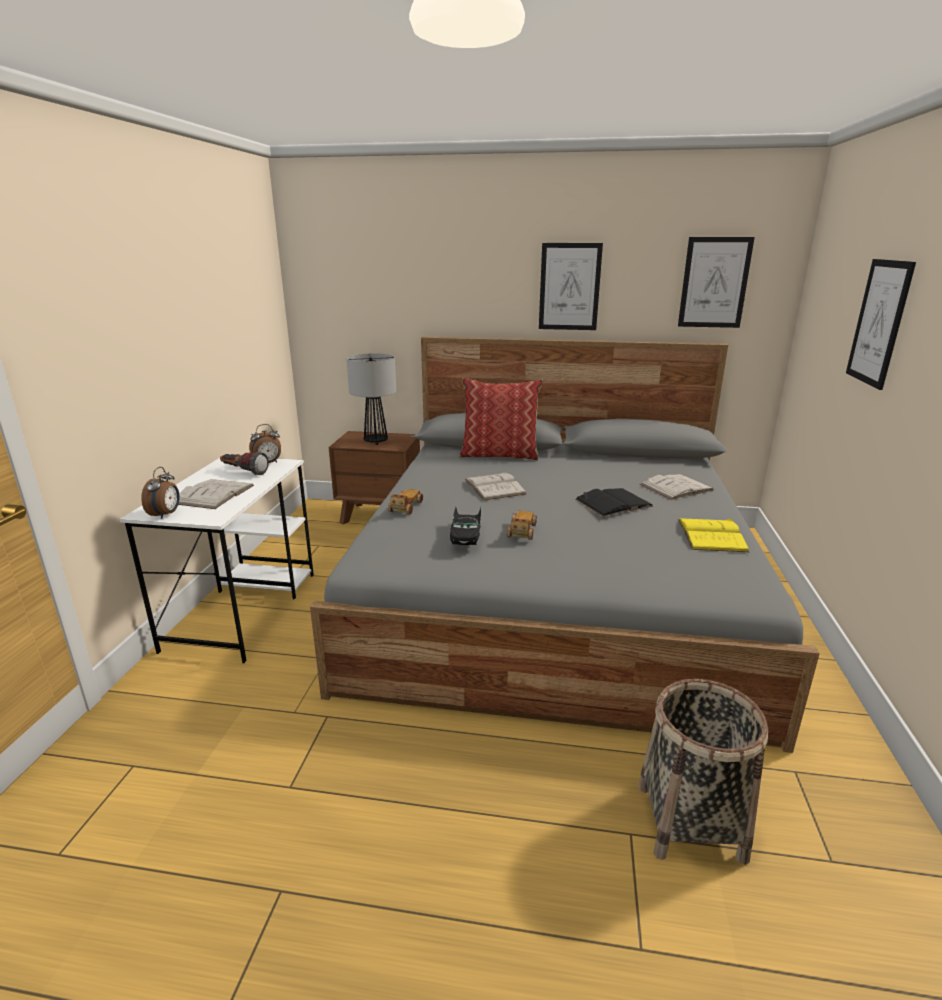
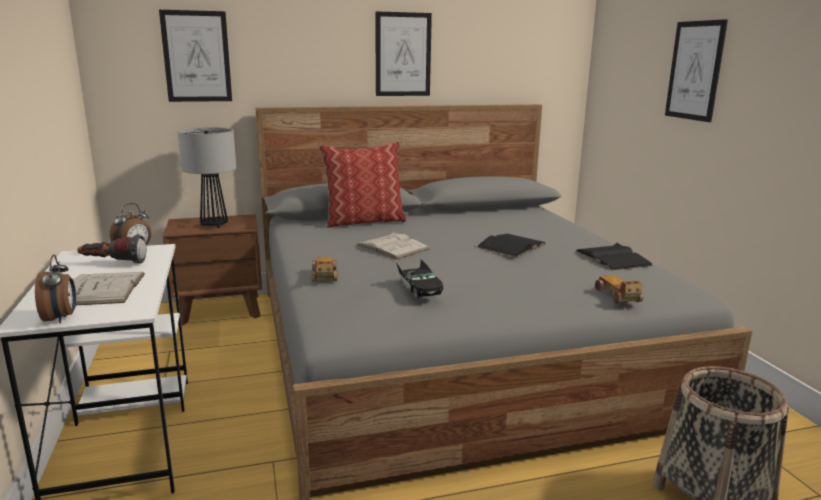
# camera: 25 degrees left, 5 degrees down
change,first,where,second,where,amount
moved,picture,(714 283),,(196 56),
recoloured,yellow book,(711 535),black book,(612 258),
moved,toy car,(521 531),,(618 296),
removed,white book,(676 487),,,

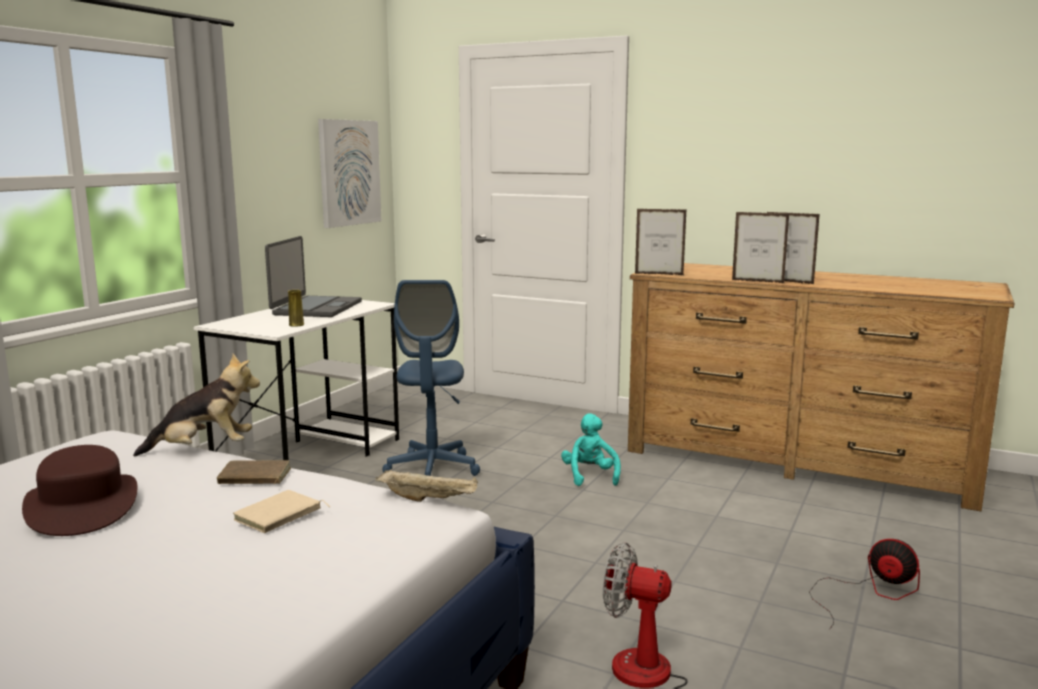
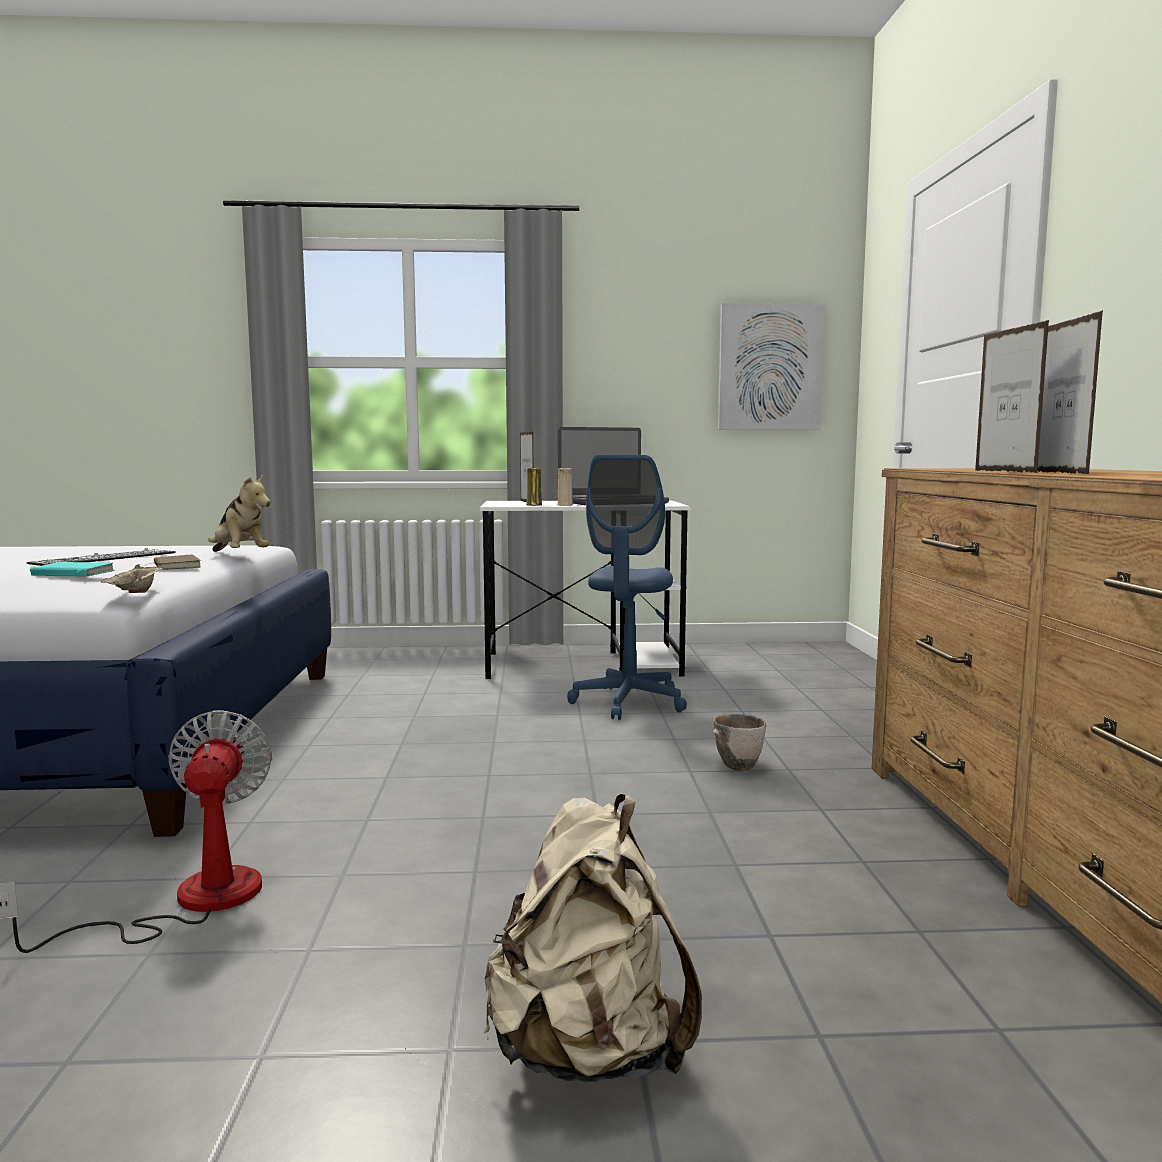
# camera: 60 degrees right, 5 degrees down
change,first,where,second,where,amount
replaced,brown hat,(83 506),keyboard,(105 558),
recoloured,beige book,(279 516),turquoise book,(71 574),
replaced,fan,(868 593),beige backpack,(589 1051),
moved,picture frame,(659 274),,(527 502),
added,,,beige vase,(565 505),
turned,blue office chair,(432 470),,(629 702),45 degrees counterclockwise
replaced,turquoise plush toy,(590 476),bowl,(740 766),

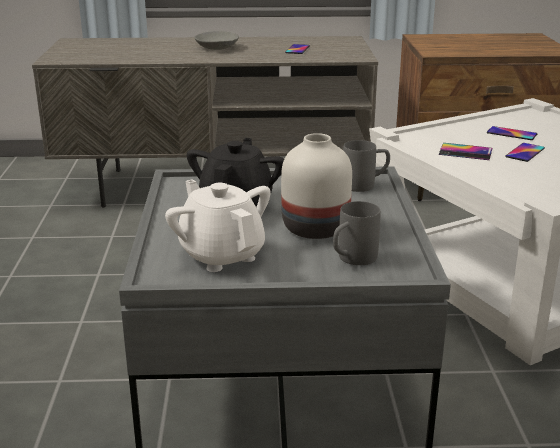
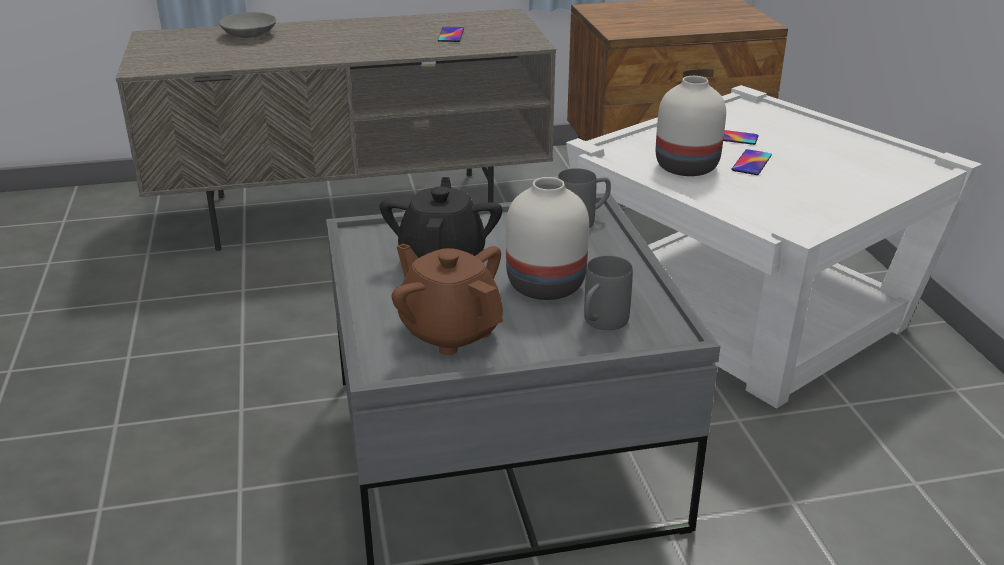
# camera: 10 degrees left, 5 degrees up
change,first,where,second,where,amount
moved,grey bowl,(217 48),,(249 35),
recoloured,white teapot,(221 255),brown teapot,(450 331),
replaced,phone,(465 152),white vase,(685 166),

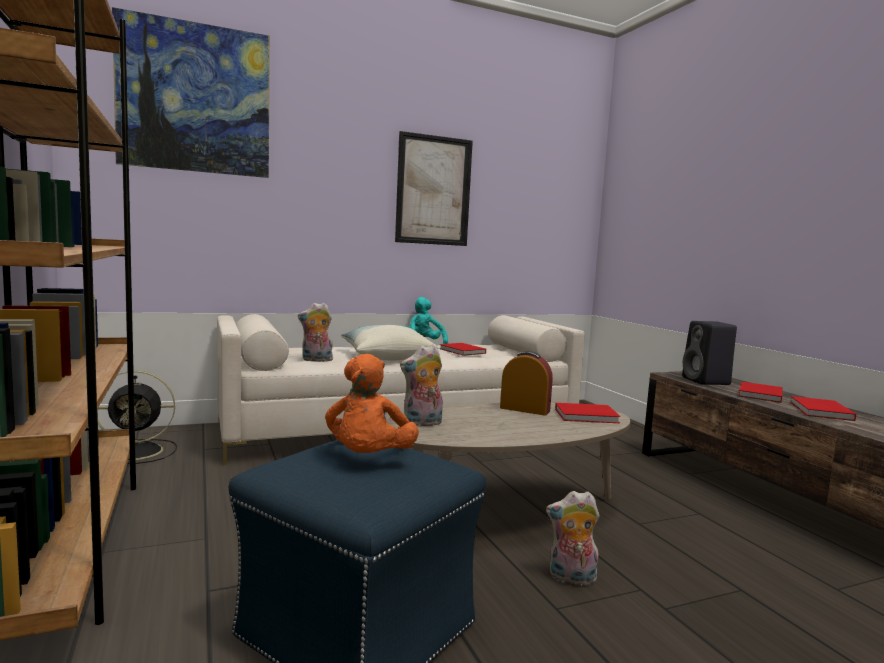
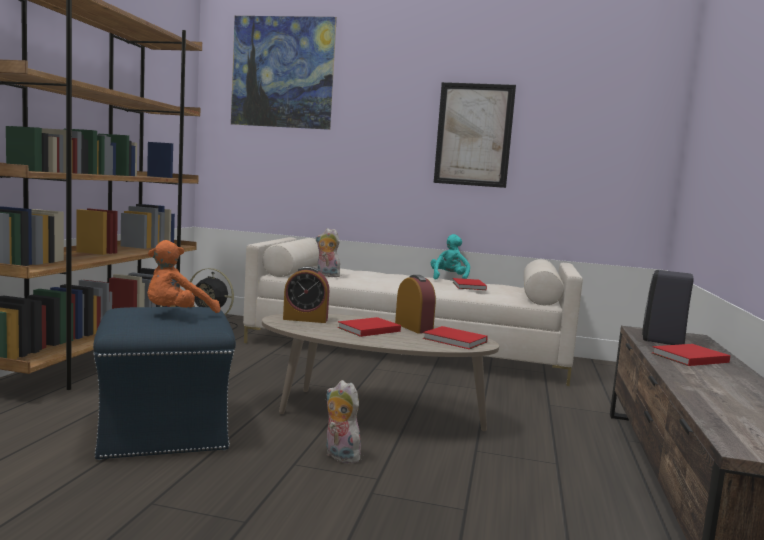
# camera: 35 degrees right, 0 degrees up
change,first,where,second,where,amount
replaced,plush toy,(422 423),alarm clock,(305 319),
moved,red book,(820 411),,(367 329),
removed,pillow,(386 357),,,

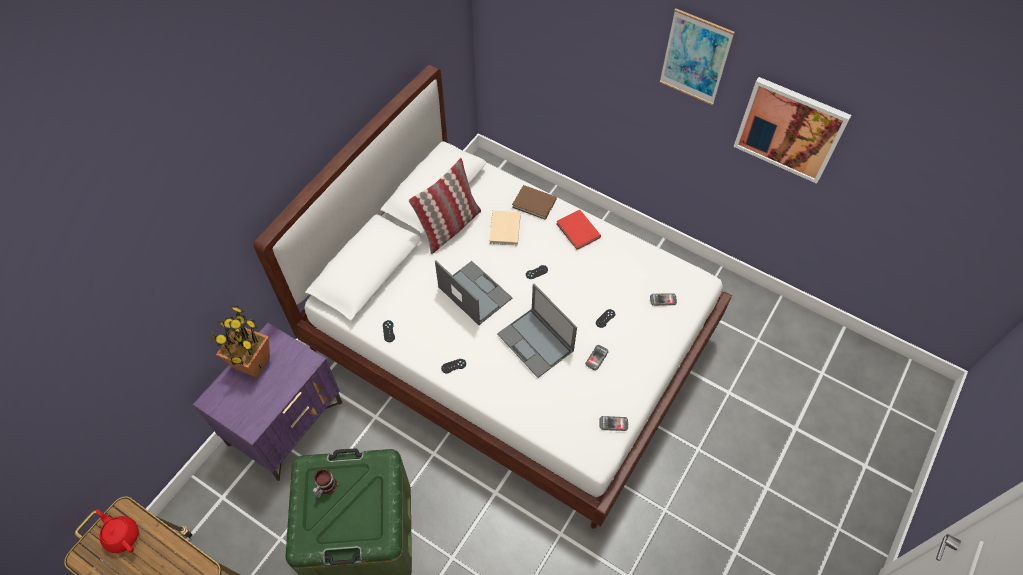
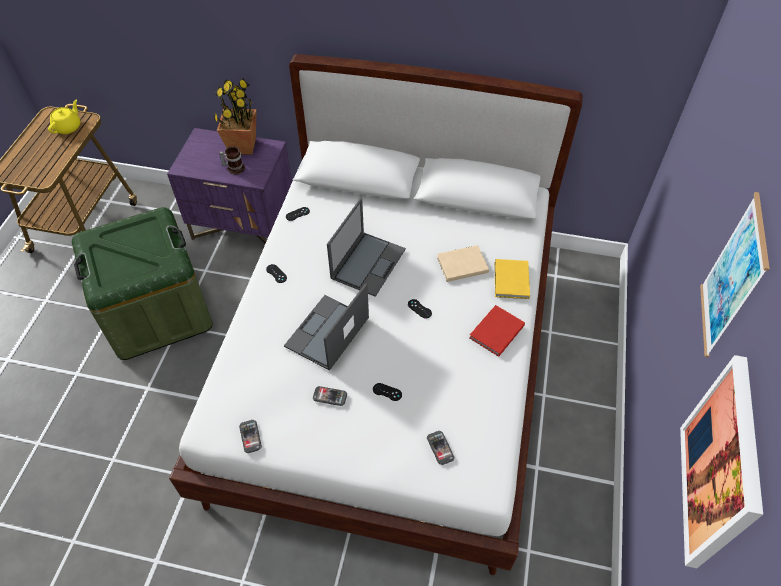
# camera: 70 degrees right, 5 degrees down
change,first,where,second,where,amount
recoloured,red teapot,(122 535),yellow teapot,(68 127),
moved,mug,(325 487),,(234 167),
recoloured,brown book,(535 204),yellow book,(510 281),
removed,pillow,(449 227),,,

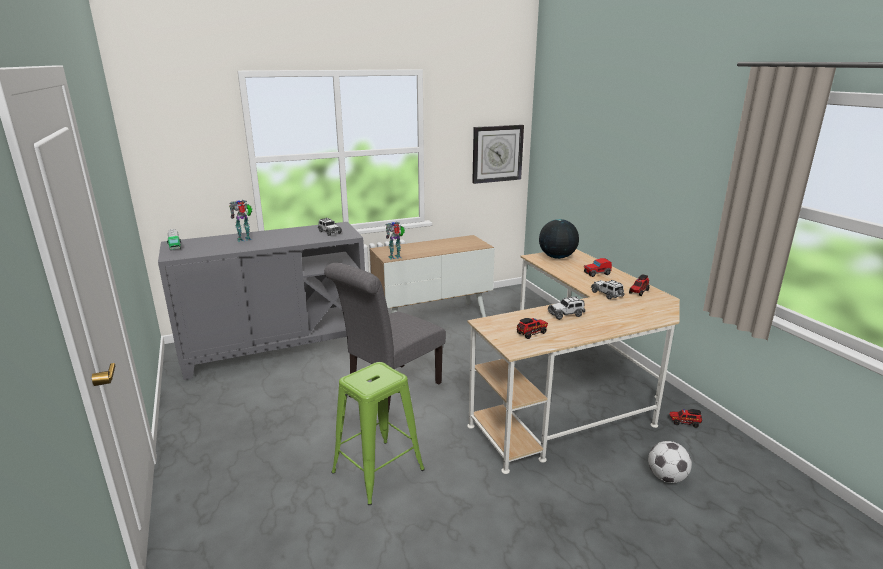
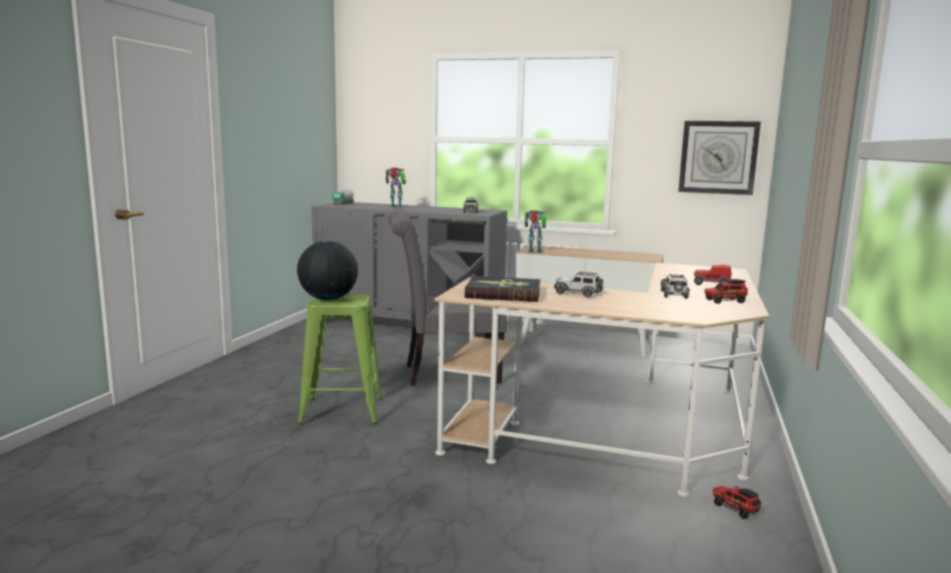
# camera: 40 degrees right, 10 degrees down
change,first,where,second,where,amount
moved,globe,(557 257),,(328 299),
replaced,toy truck,(532 333),book,(503 293),
removed,football,(666 477),,,

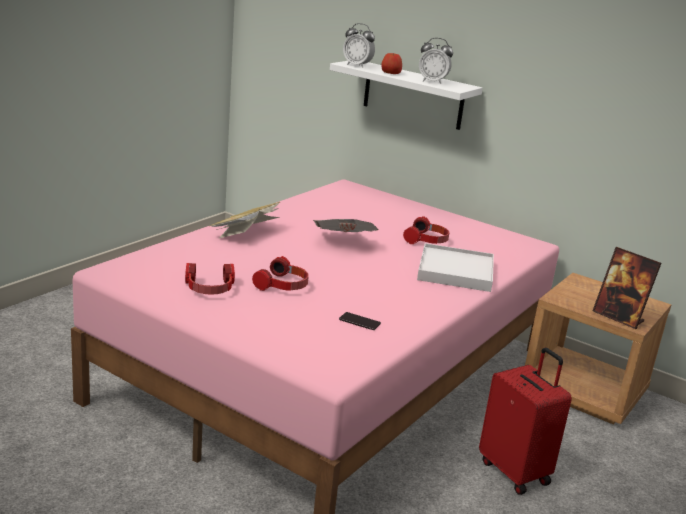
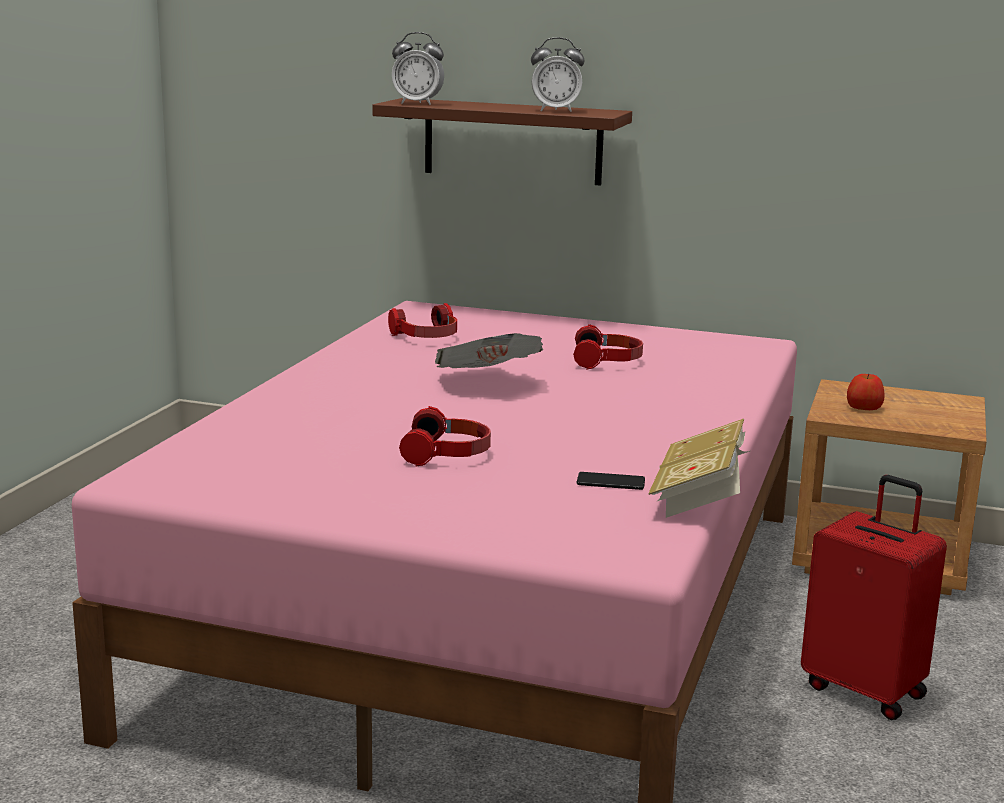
# camera: 15 degrees left, 5 degrees down
change,first,where,second,where,amount
recoloured,white shelf,(413 95),brown shelf,(512 141),
moved,headphones,(209 289),,(427 337),
moved,book,(246 234),,(700 498),
moved,apple,(390 73),,(863 408),
removed,white tray,(455 271),,,
removed,picture frame,(618 317),,,

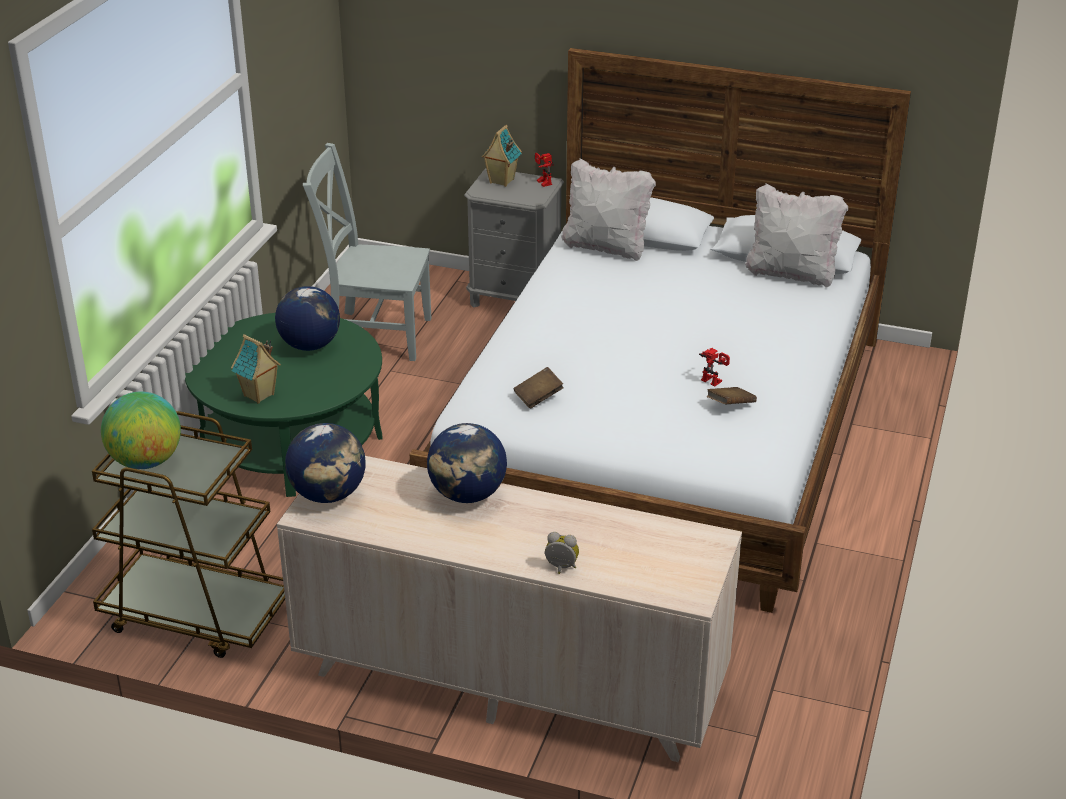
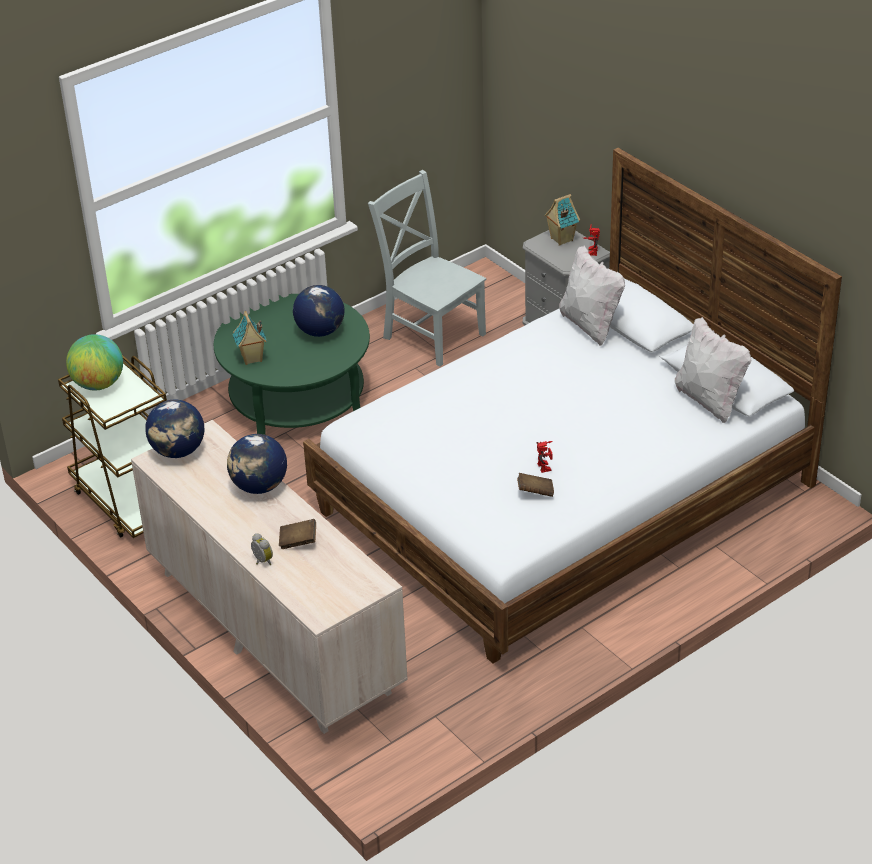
# camera: 35 degrees right, 5 degrees up
change,first,where,second,where,amount
moved,brown book,(538 397),,(298 541),

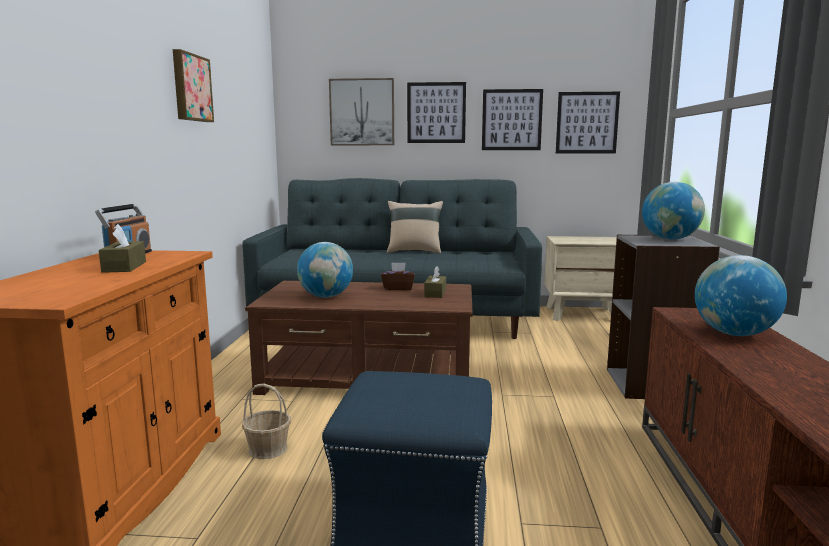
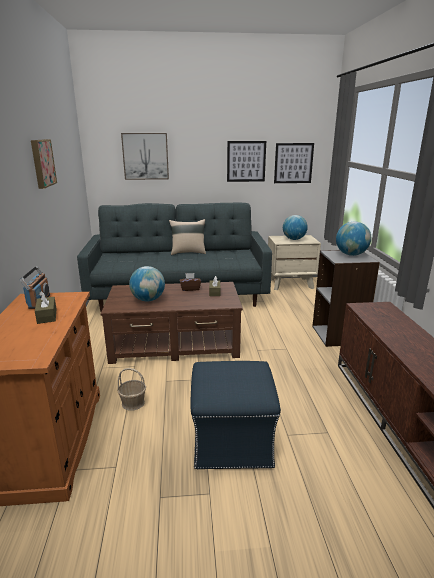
# camera: 10 degrees left, 10 degrees up
change,first,where,second,where,amount
moved,globe,(734 334),,(294 239),
removed,picture,(436 113),,,

